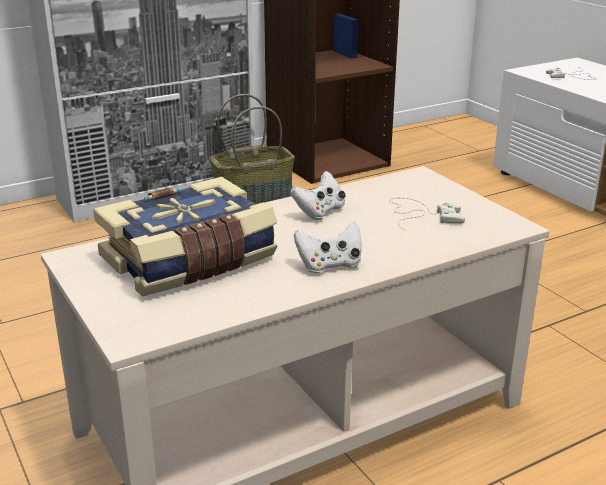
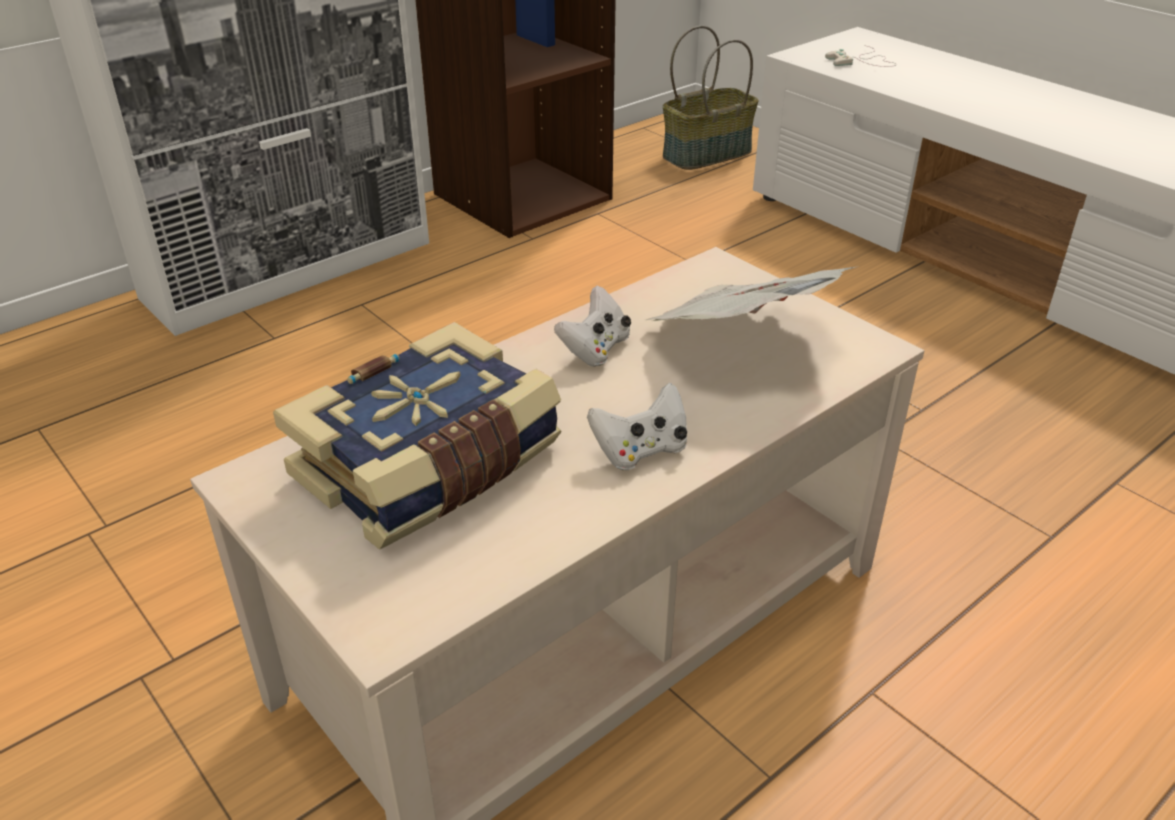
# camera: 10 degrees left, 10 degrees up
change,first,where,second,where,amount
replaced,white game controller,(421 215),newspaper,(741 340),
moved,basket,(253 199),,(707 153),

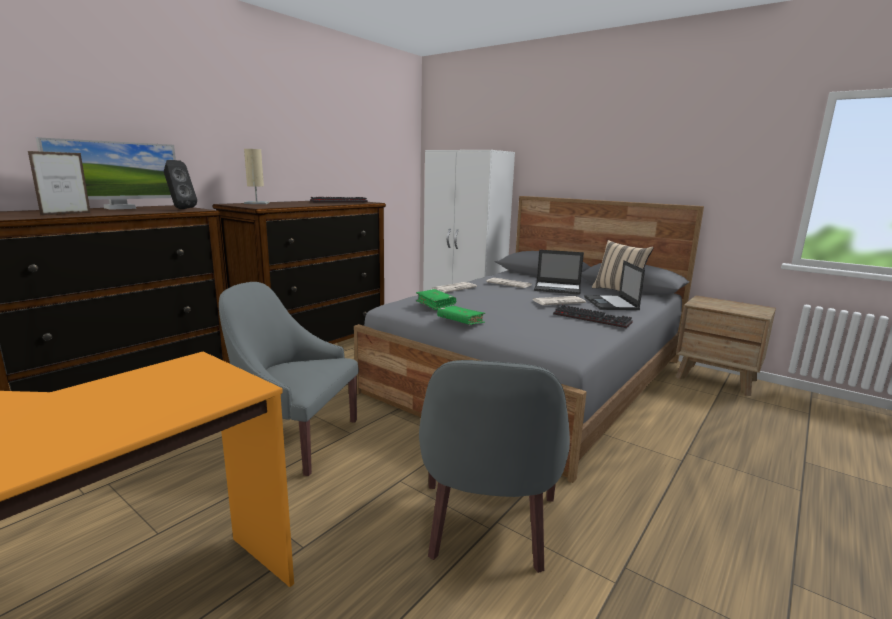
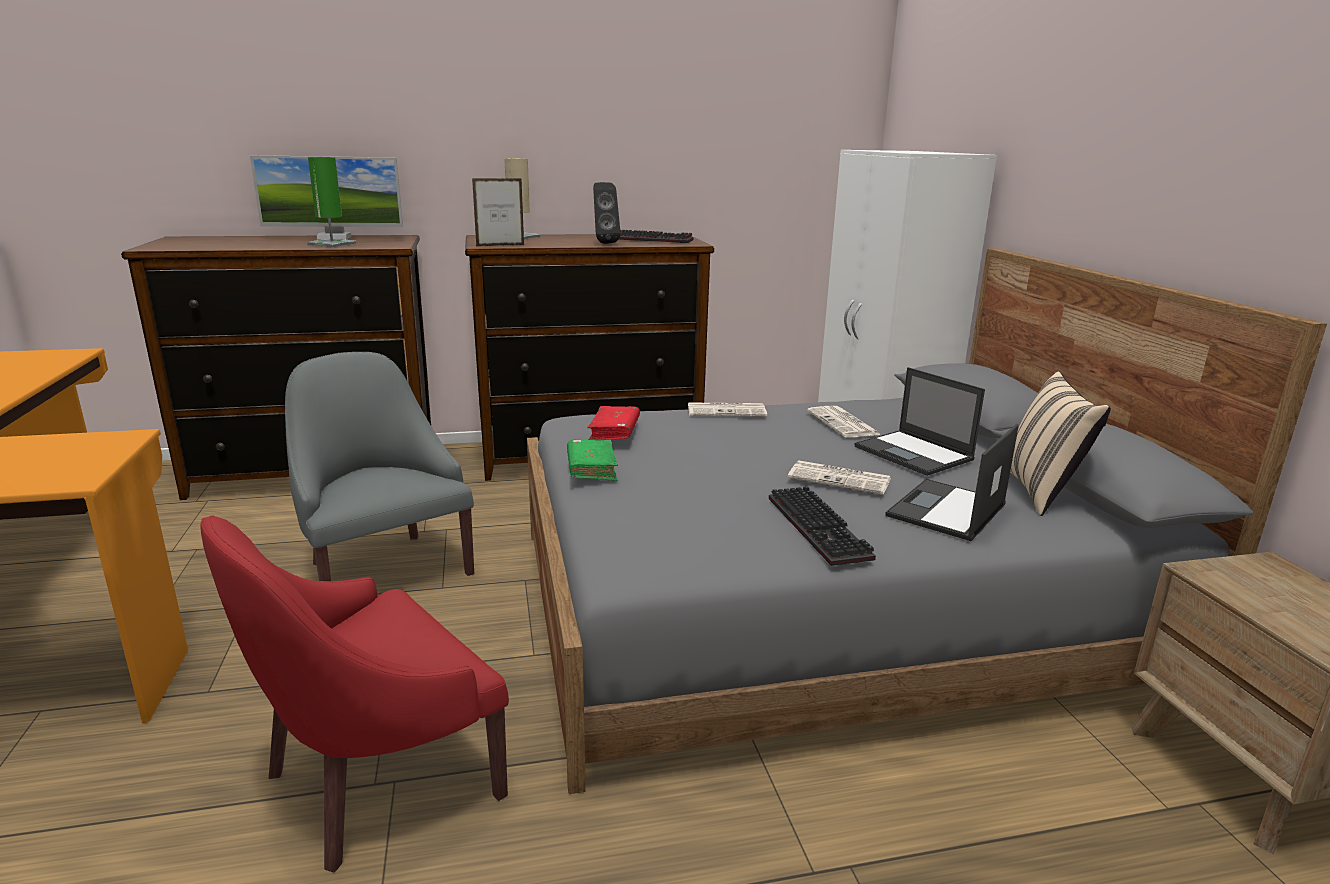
# camera: 40 degrees right, 5 degrees up
change,first,where,second,where,amount
recoloured,grey armchair,(487 526),red armchair,(376 780),
added,,,green table lamp,(332 244),
moved,picture frame,(66 214),,(500 245),
recoloured,green book,(435 304),red book,(614 432),
moved,black speaker,(180 209),,(604 243),

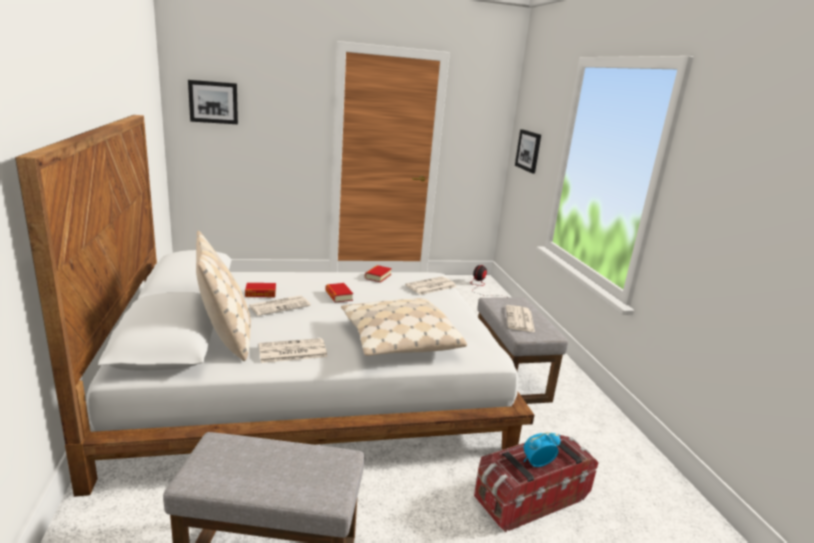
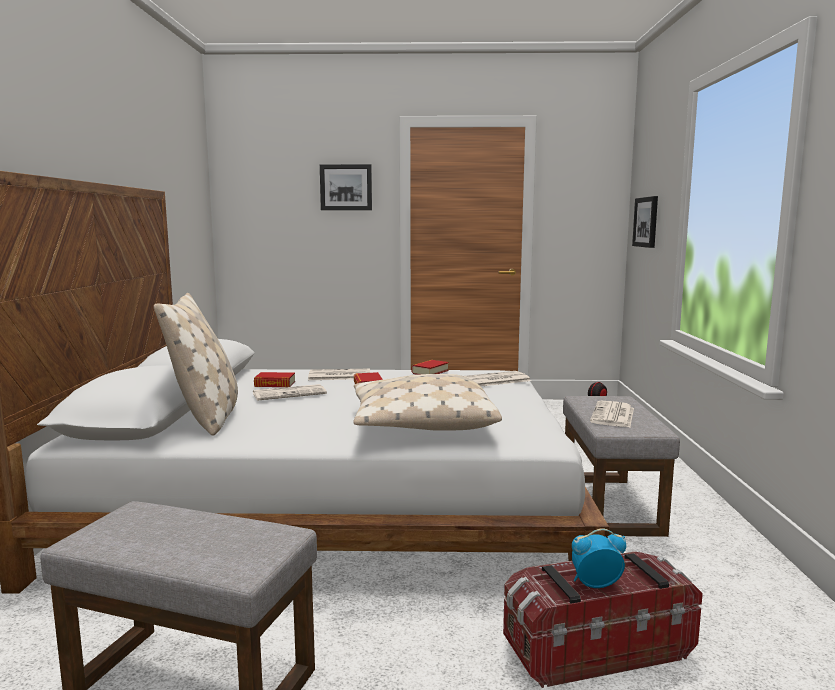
# camera: 15 degrees right, 10 degrees down
change,first,where,second,where,amount
moved,newspaper,(291 351),,(338 376),
moved,picture,(213 102),,(346 187),

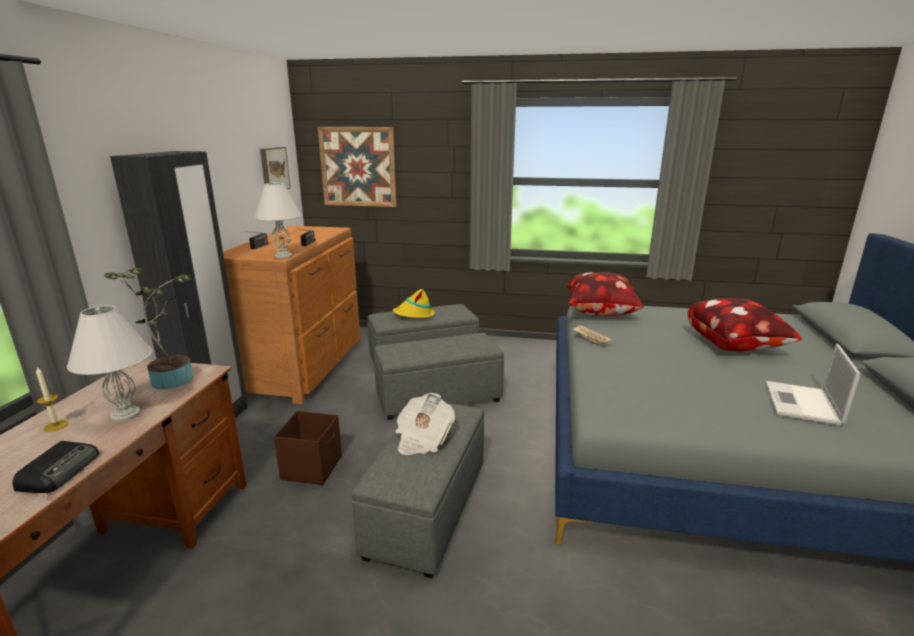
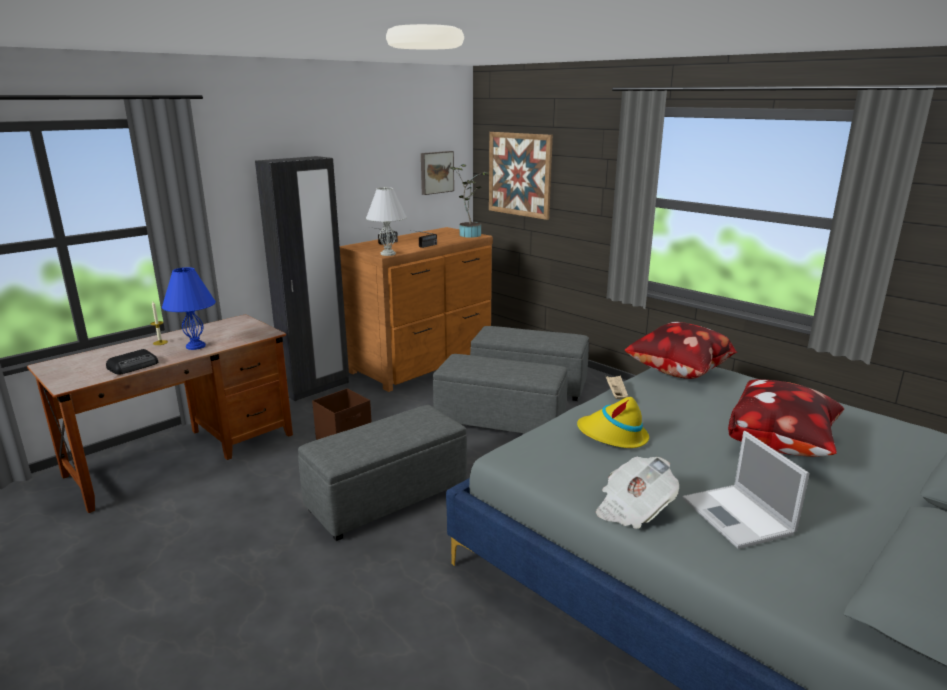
# camera: 35 degrees right, 0 degrees up
change,first,where,second,where,amount
recoloured,white table lamp,(125 414),blue table lamp,(195 346),
moved,potted plant,(171 378),,(470 234),
moved,yellow hat,(414 315),,(612 436),
moved,newspaper,(422 439),,(633 509),
turned,laptop,(802 404),,(739 517),75 degrees counterclockwise

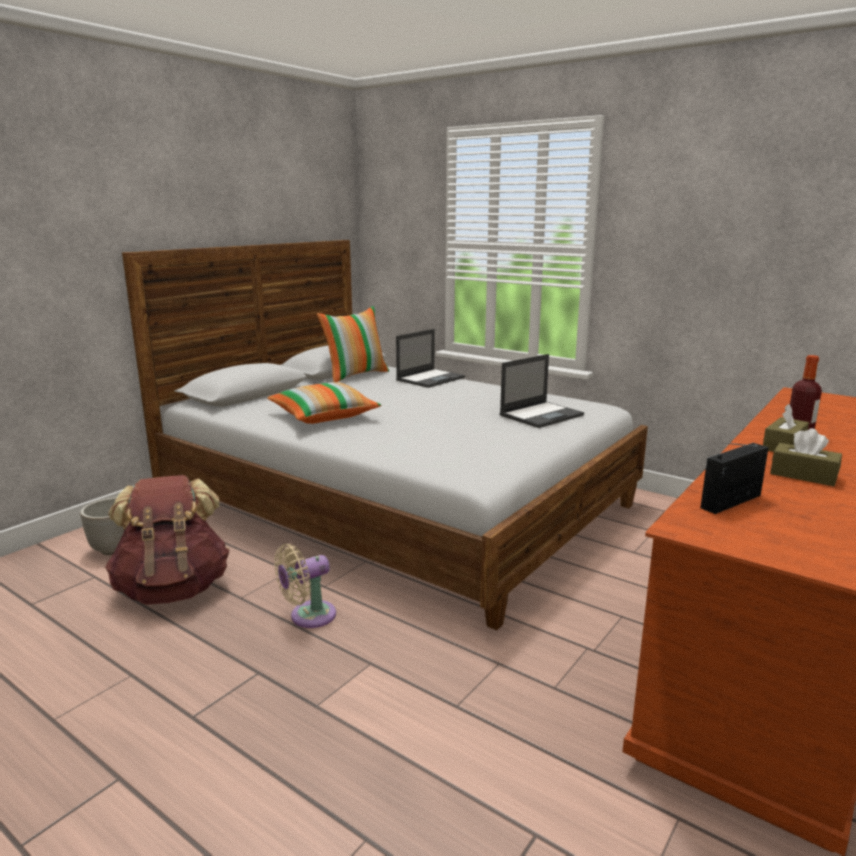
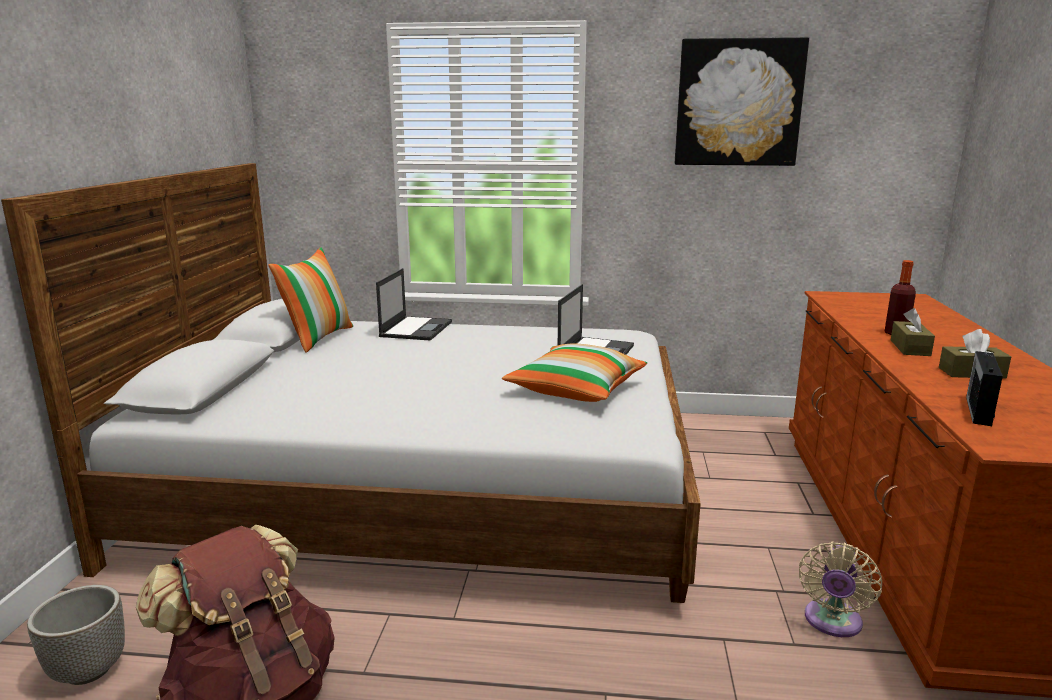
# camera: 30 degrees left, 0 degrees up
change,first,where,second,where,amount
moved,pillow,(324 417),,(576 390),
added,,,picture,(738 103),
moved,beige fan,(308 616),,(832 623),

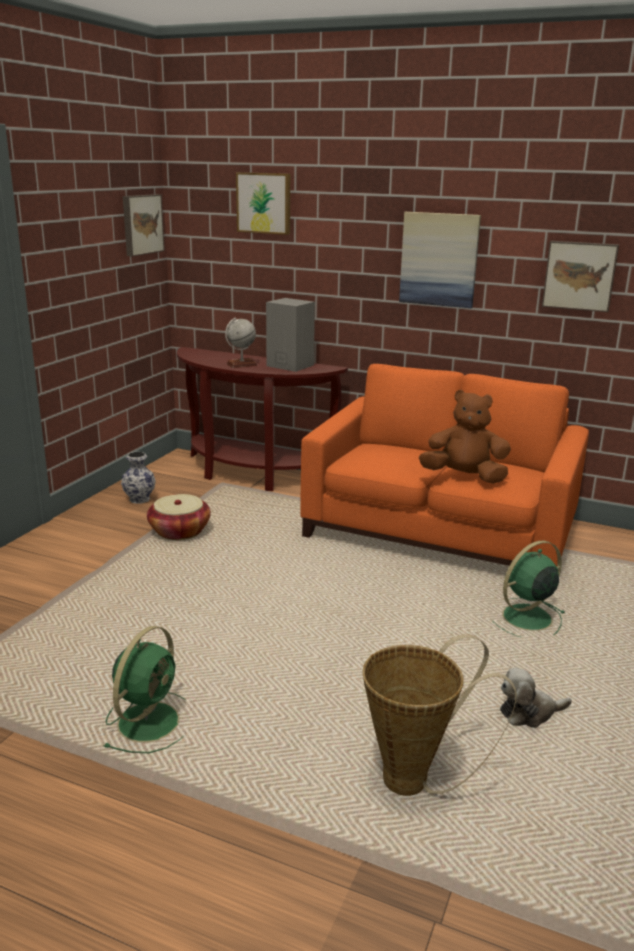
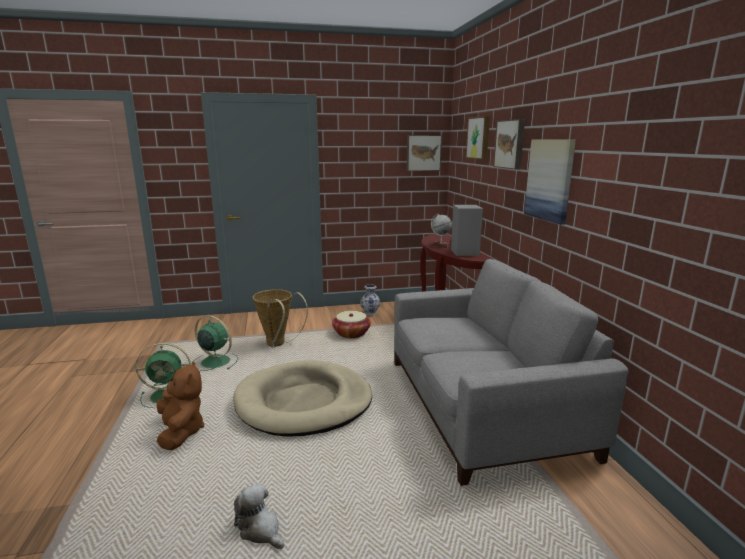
# camera: 55 degrees right, 5 degrees down
change,first,where,second,where,amount
moved,brown plush toy,(464 477),,(181 432),
moved,green fan,(525 618),,(214 361),
added,,,beige dog bed,(304 402),
moved,basket,(416 780),,(278 345),
recoloured,orange sofa,(440 530),grey sofa,(480 405),
moved,picture,(579 275),,(510 144),

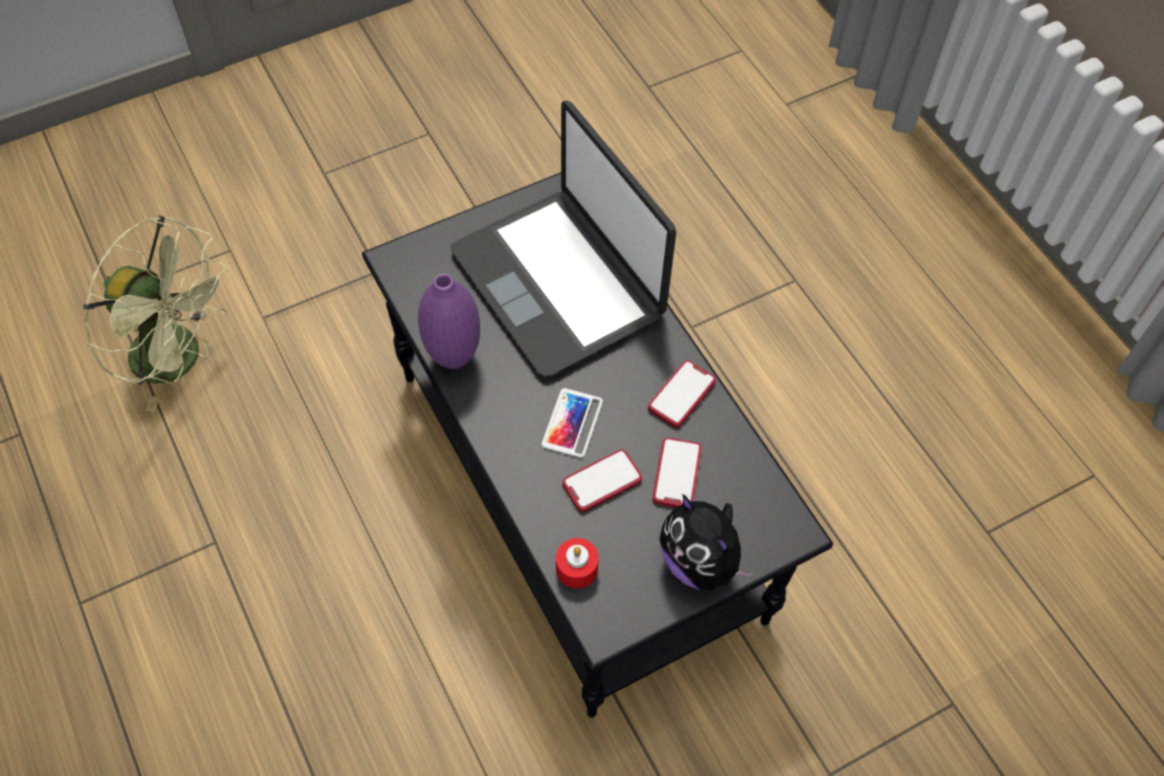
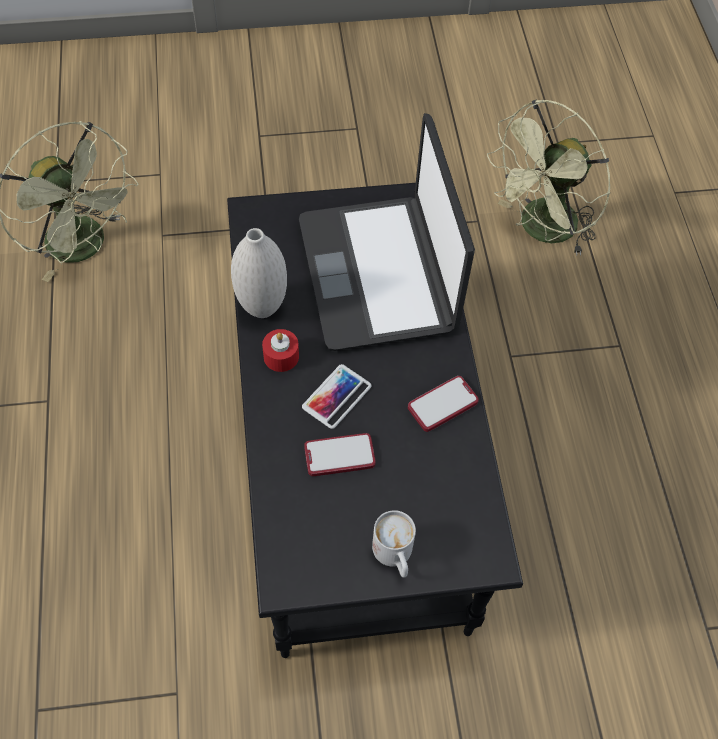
# camera: 20 degrees right, 0 degrees up
change,first,where,second,where,amount
recoloured,purple vase,(454 357),white vase,(262 307),
moved,red candle,(576 568),,(281 356),
replaced,plush toy,(700 561),white mug,(395 556),
added,,,green fan,(540 230),
removed,phone,(677 474),,,

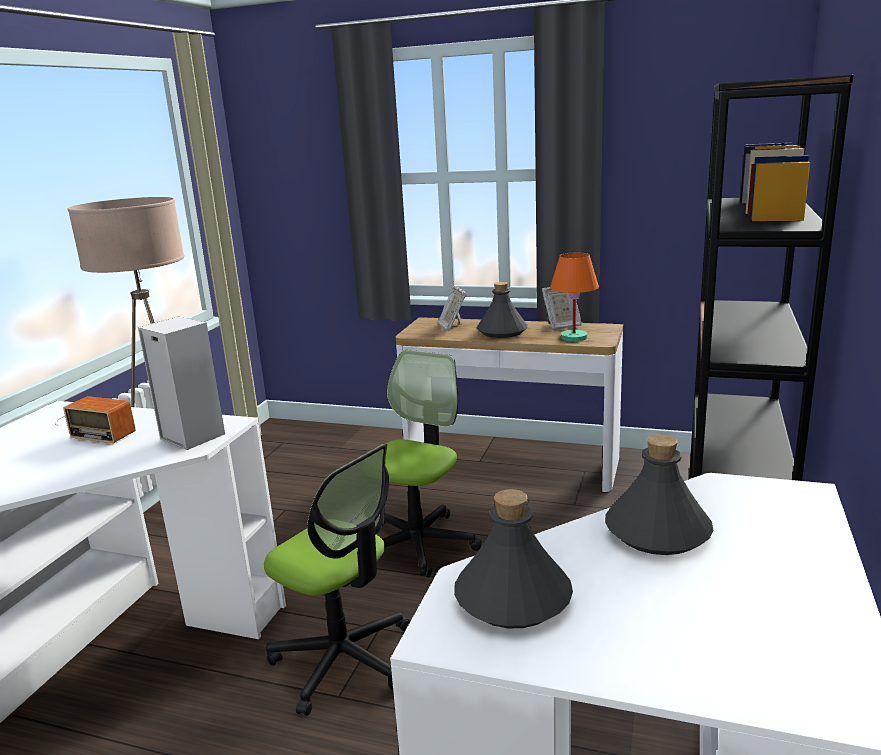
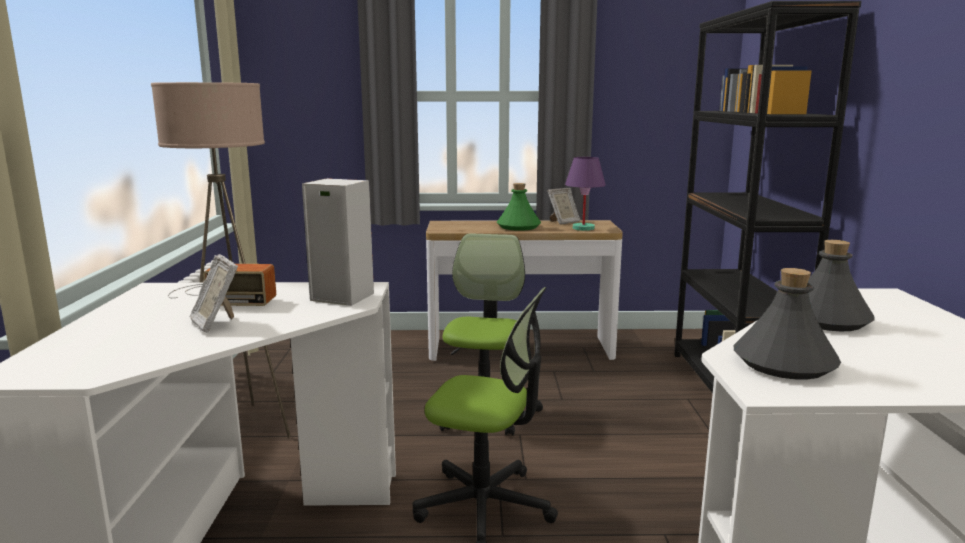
# camera: 20 degrees left, 5 degrees down
change,first,where,second,where,amount
moved,picture frame,(452 327),,(216 323),
recoloured,grey bottle,(501 332),green bottle,(518 227),
recoloured,orange table lamp,(574 337),purple table lamp,(584 228),

